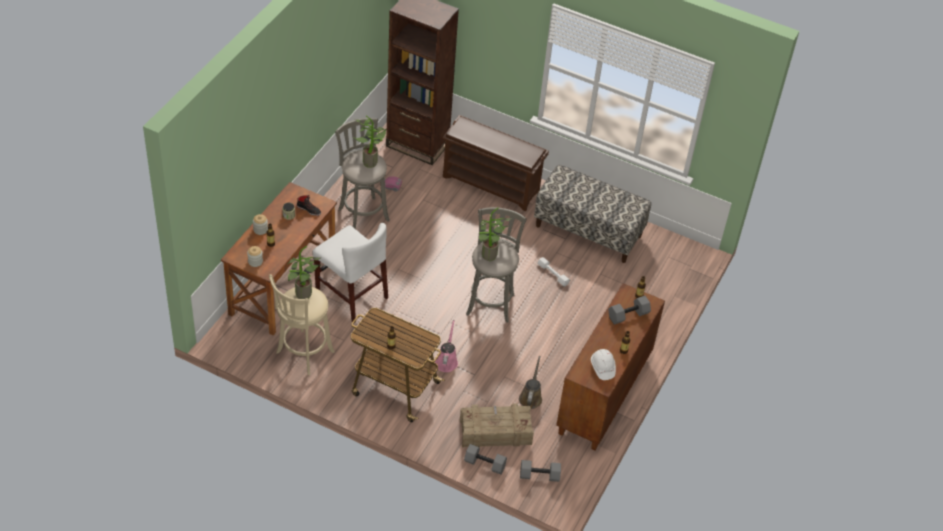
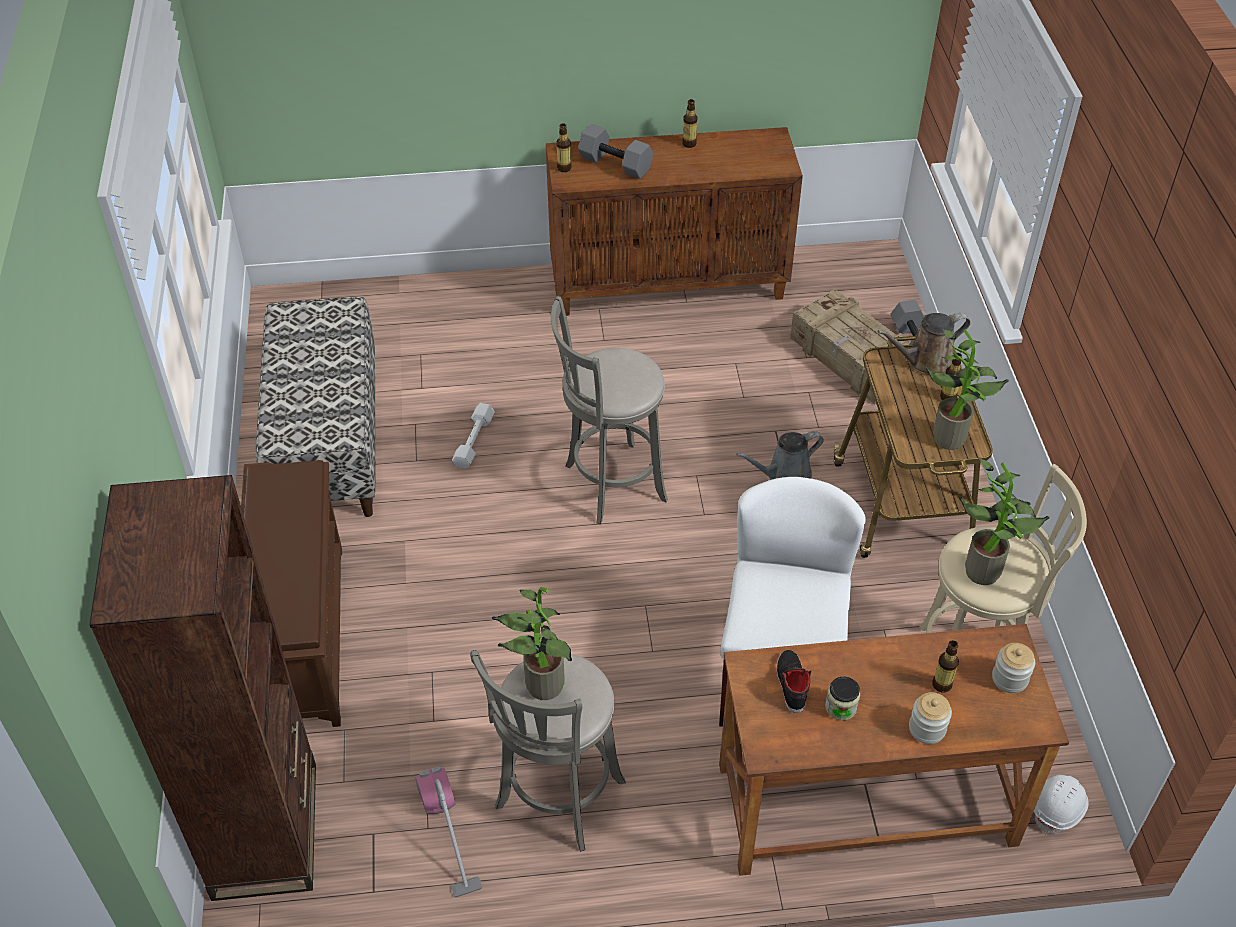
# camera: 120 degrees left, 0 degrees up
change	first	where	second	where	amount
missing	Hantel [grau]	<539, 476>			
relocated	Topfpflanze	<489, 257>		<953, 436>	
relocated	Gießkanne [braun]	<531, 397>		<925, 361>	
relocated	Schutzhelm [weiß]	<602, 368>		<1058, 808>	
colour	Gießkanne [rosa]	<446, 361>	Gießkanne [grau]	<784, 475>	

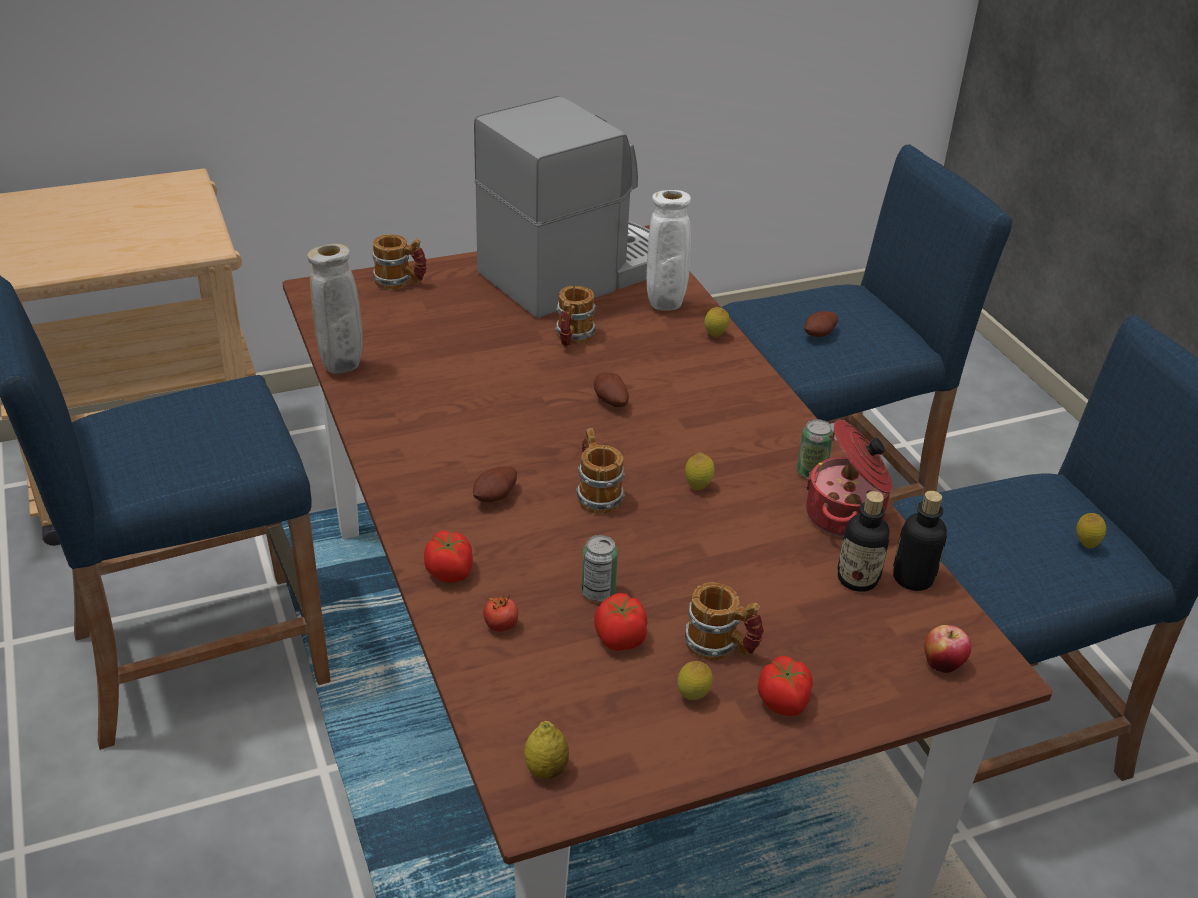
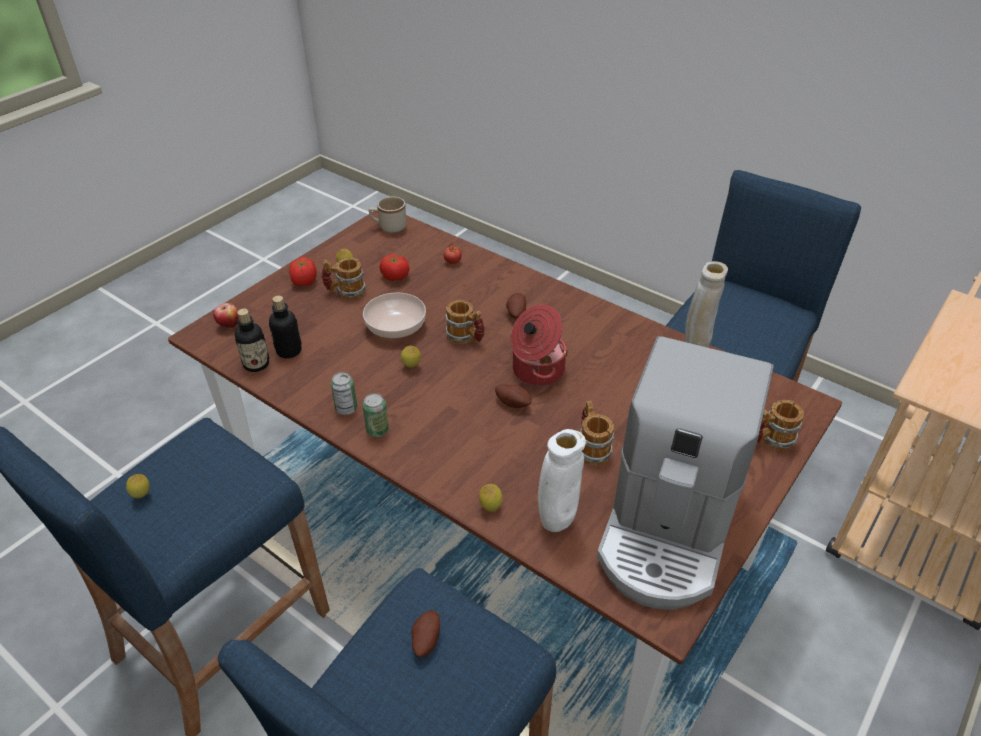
# camera: 150 degrees right, 5 degrees up
change	first	where	second	where	amount
missing	Tomate	<450, 572>			
appeared			Schüssel	<396, 327>	
relocated	Dose	<598, 592>		<377, 430>	
relocated	Kochtopf	<846, 516>		<536, 370>	
exchanged	Zitrone	<546, 769>	Henkelbecher [beige]	<389, 227>	

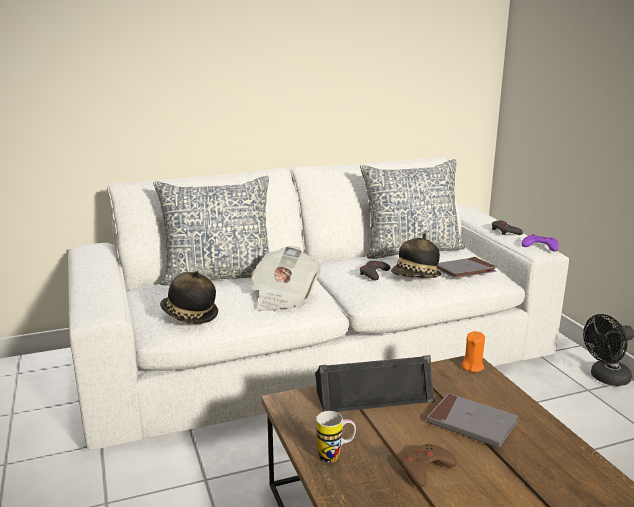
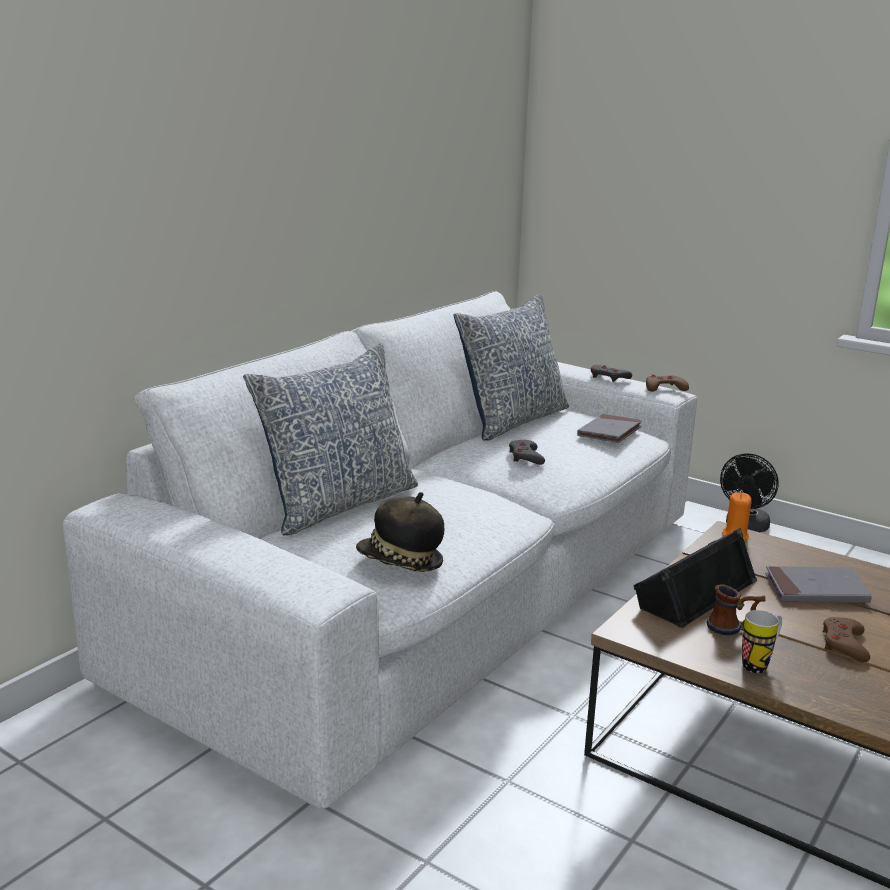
# camera: 35 degrees left, 0 degrees up
change	first	where	second	where	amount
missing	Zeitung	<283, 297>			
missing	Hut	<415, 278>			
appeared			Henkelbecher	<733, 629>	
colour	Gamepad [lila]	<540, 246>	Gamepad [braun]	<664, 388>	

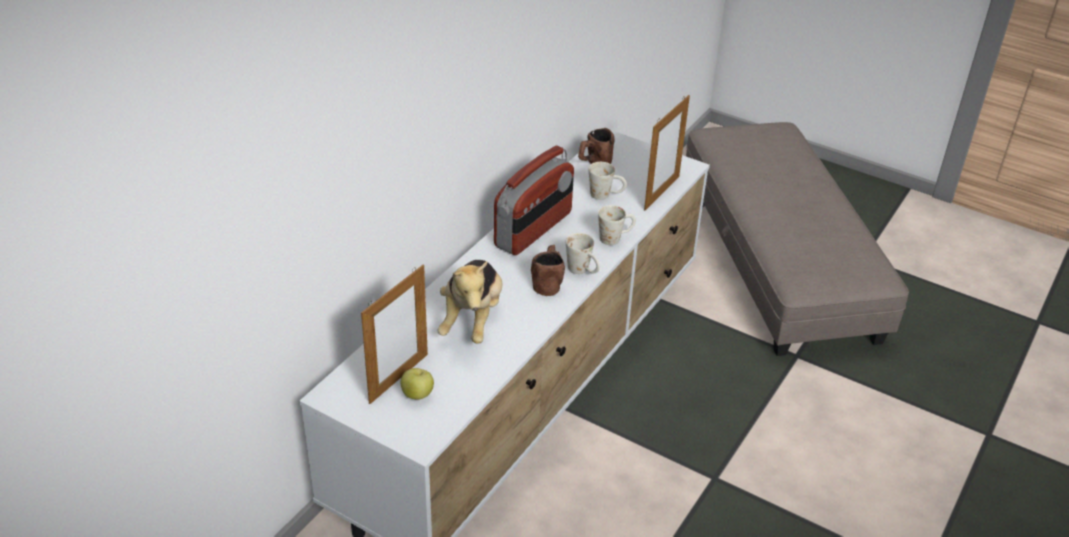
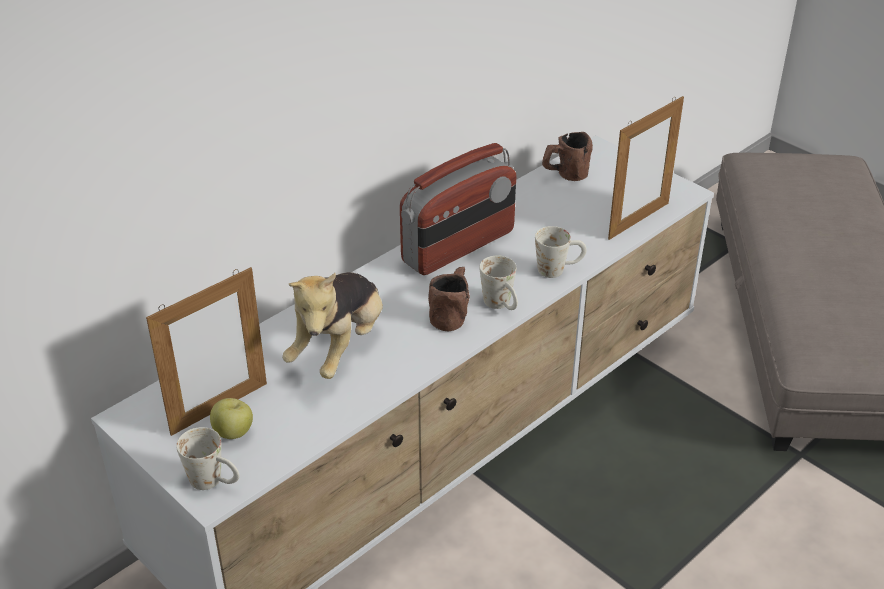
# camera: 15 degrees right, 0 degrees up
change	first	where	second	where	amount
relocated	Henkelbecher [weiß]	<606, 195>		<214, 482>	

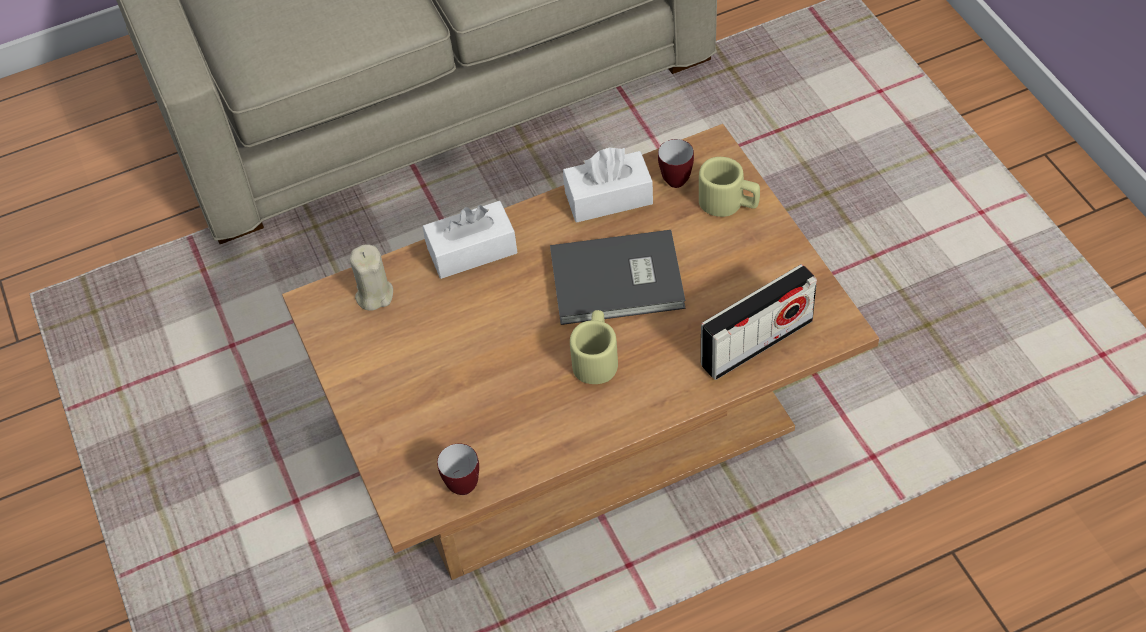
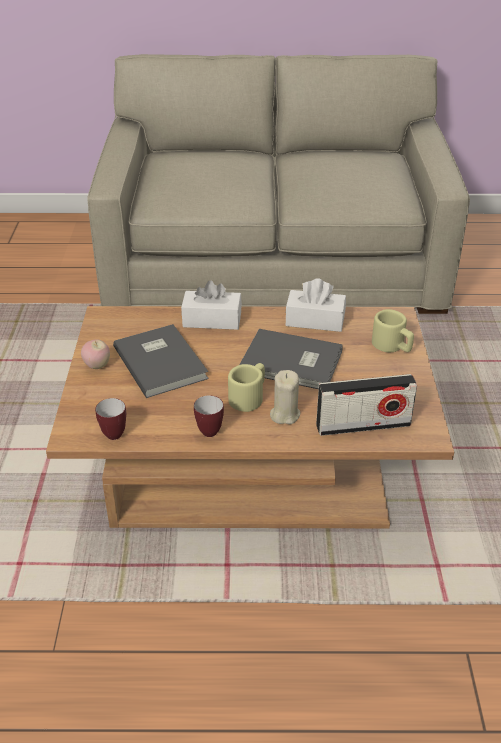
# camera: 20 degrees right, 15 degrees down
change	first	where	second	where	amount
appeared			Apfel	<97, 366>	
appeared			Buch [grau]	<162, 361>	
relocated	Kerze [beige]	<374, 294>		<284, 414>	
relocated	Henkelbecher	<672, 178>		<208, 429>	

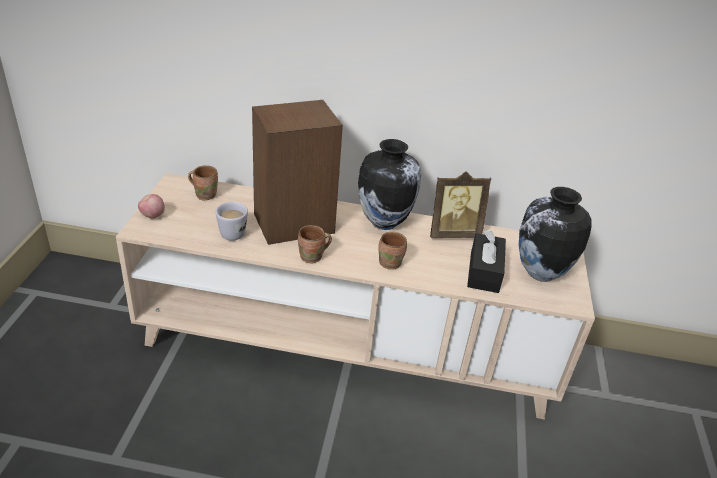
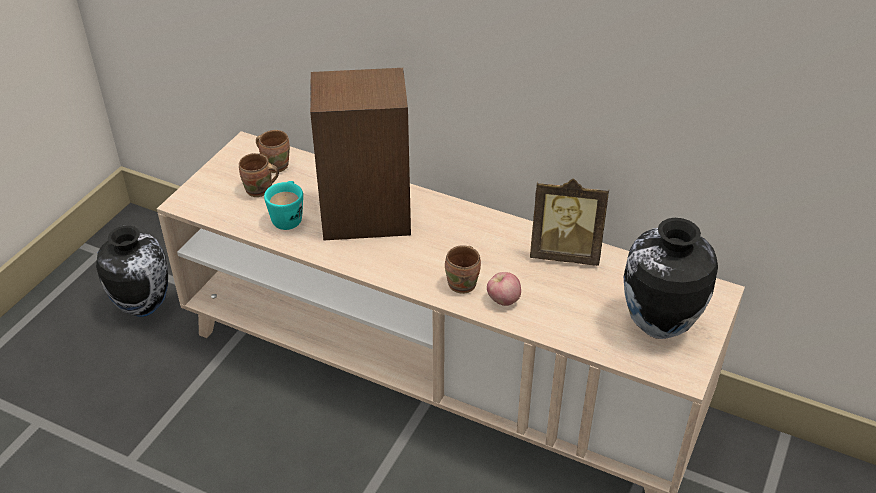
# camera: 20 degrees right, 5 degrees up
change	first	where	second	where	amount
missing	Taschentuchbox [schwarz]	<484, 272>			
relocated	Apfel	<152, 216>		<503, 300>	
relocated	Henkelbecher [braun]	<312, 258>		<260, 191>	
relocated	Vase	<384, 222>		<144, 306>	
colour	Henkelbecher [weiß]	<232, 231>	Henkelbecher [türkis]	<288, 217>	

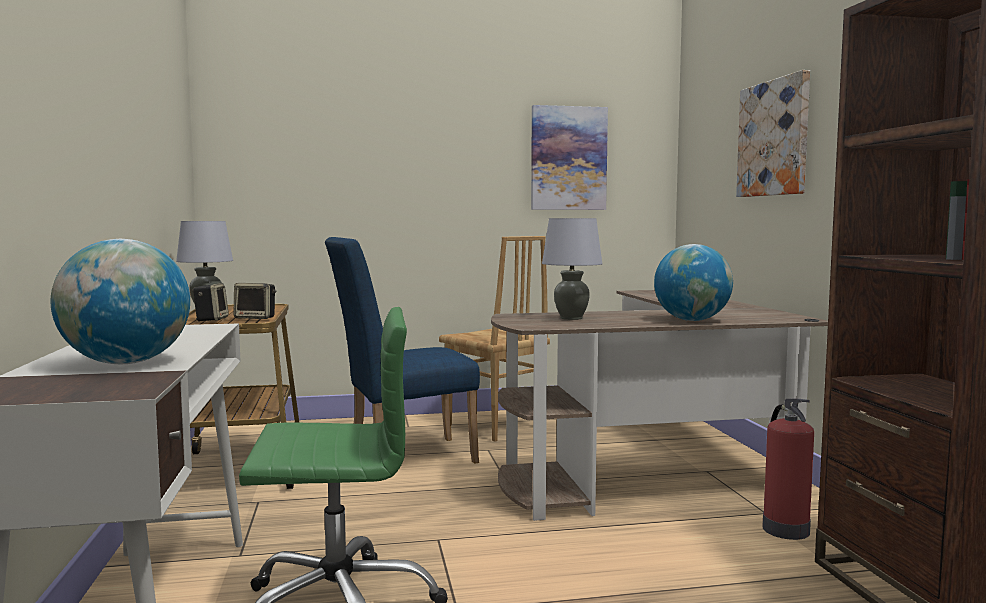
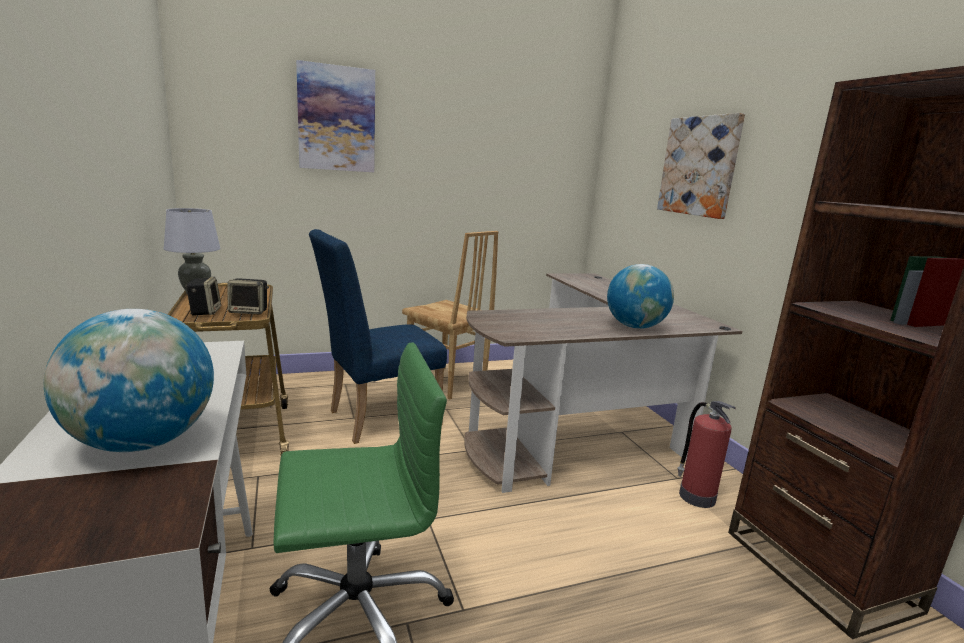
# camera: 10 degrees left, 10 degrees up
change	first	where	second	where	amount
missing	Tischlampe [grau]	<571, 318>			
relocated	Bild	<568, 158>		<336, 119>	

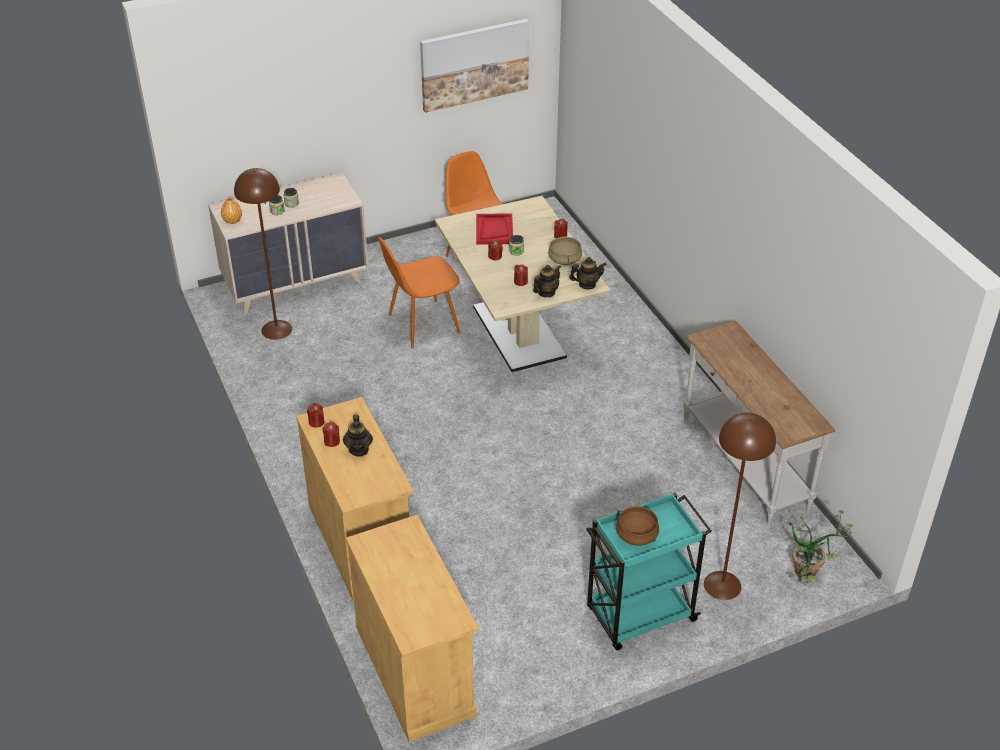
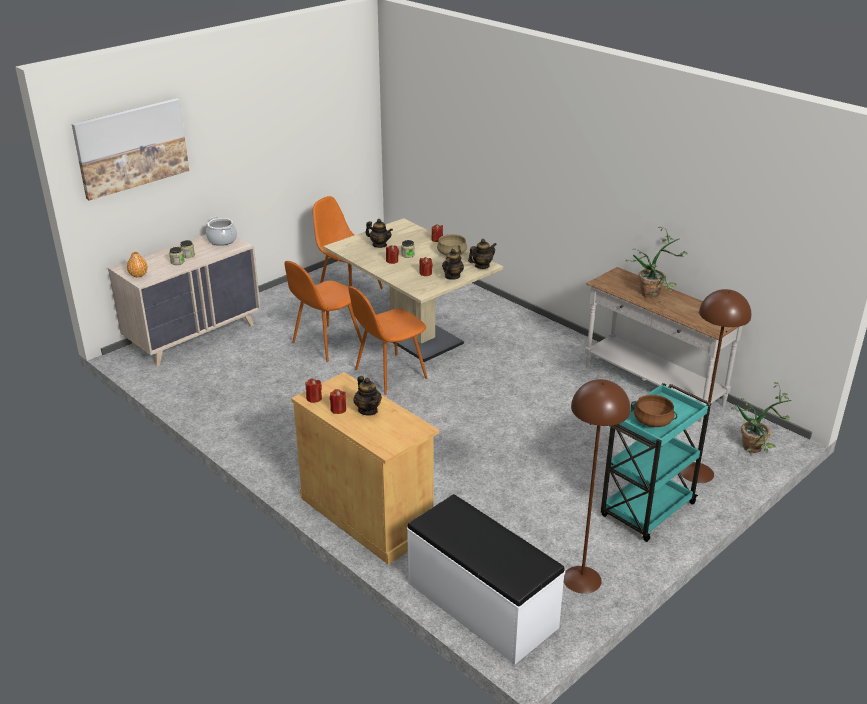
# camera: 20 degrees left, 10 degrees down
change	first	where	second	where	amount
appeared			Kochtopf	<222, 240>	
appeared			Stuhl [orange]	<389, 375>	
appeared			Topfpflanze	<655, 294>	
relocated	Stehlampe [braun]	<277, 329>		<582, 579>	
relocated	Bild	<474, 64>		<131, 147>	
exchanged	Schrank [beige]	<415, 670>	Bank [weiß]	<481, 605>	
exchanged	Tablett [rot]	<494, 230>	Teekanne	<379, 245>	

